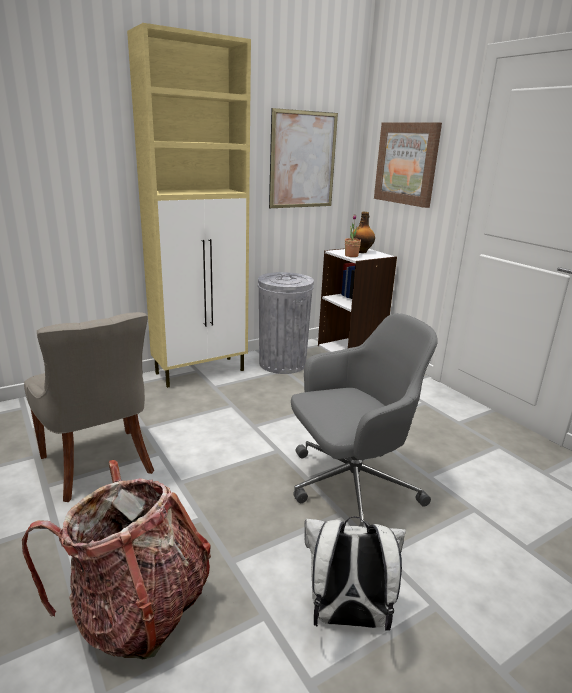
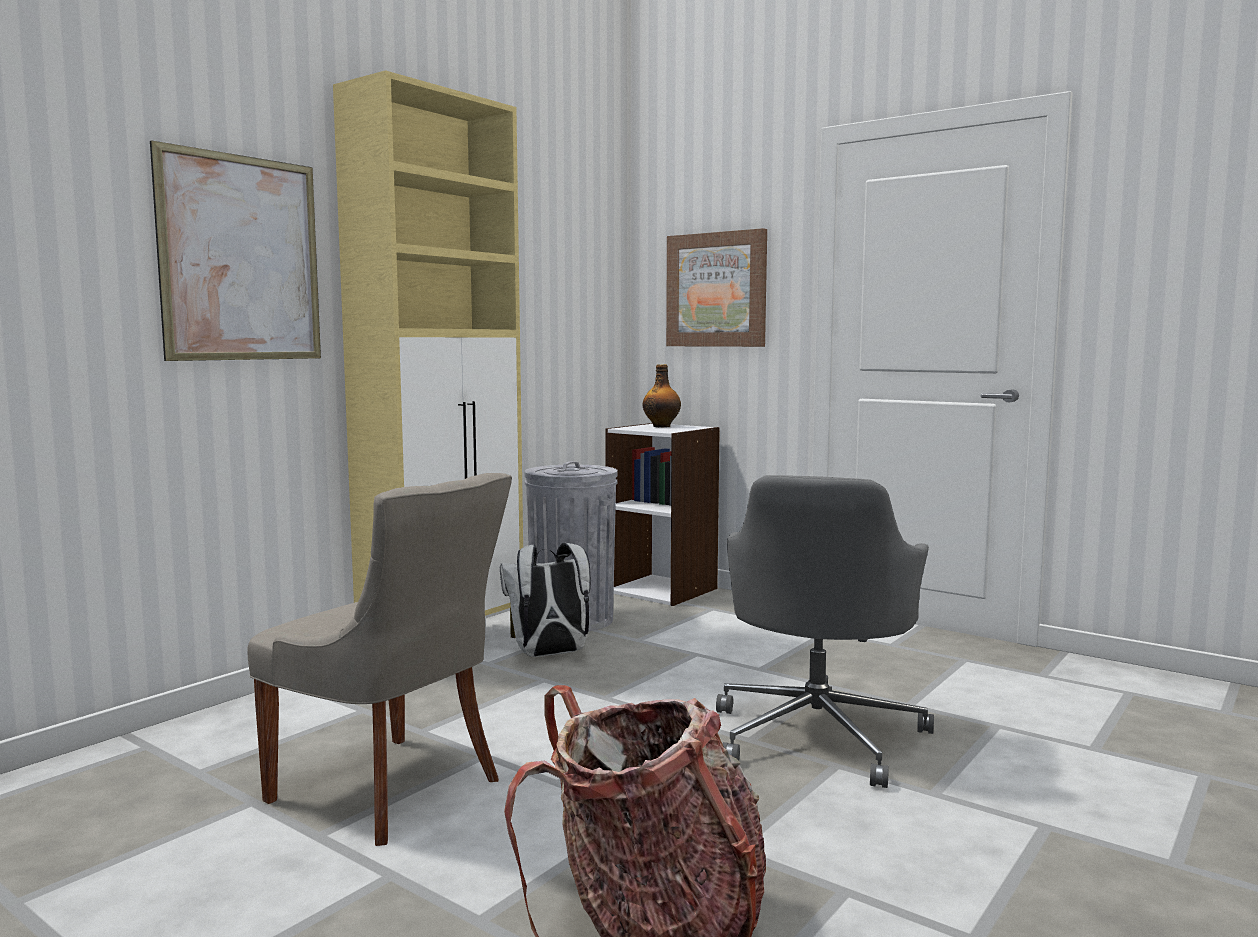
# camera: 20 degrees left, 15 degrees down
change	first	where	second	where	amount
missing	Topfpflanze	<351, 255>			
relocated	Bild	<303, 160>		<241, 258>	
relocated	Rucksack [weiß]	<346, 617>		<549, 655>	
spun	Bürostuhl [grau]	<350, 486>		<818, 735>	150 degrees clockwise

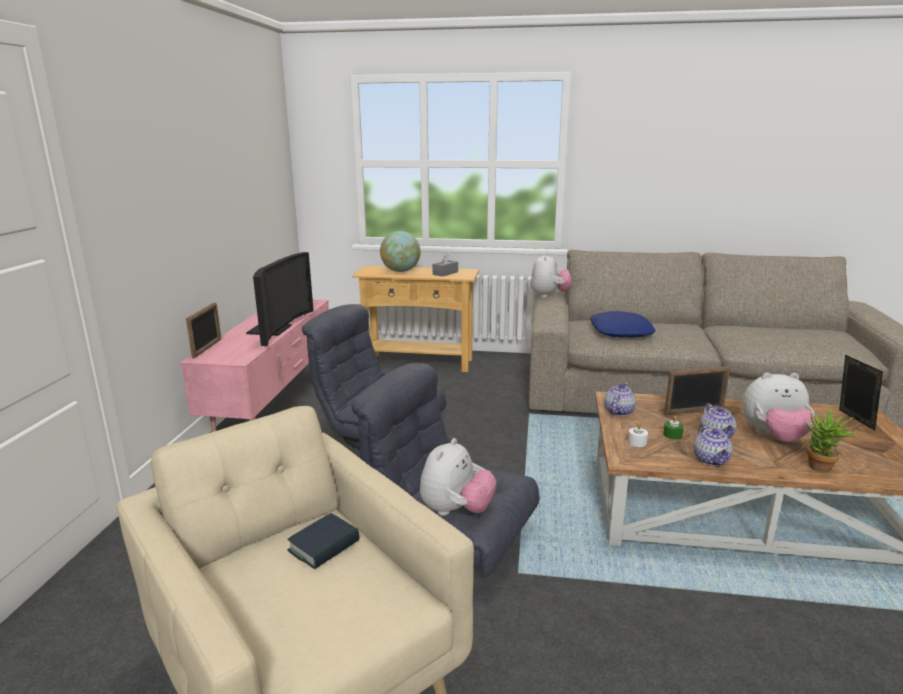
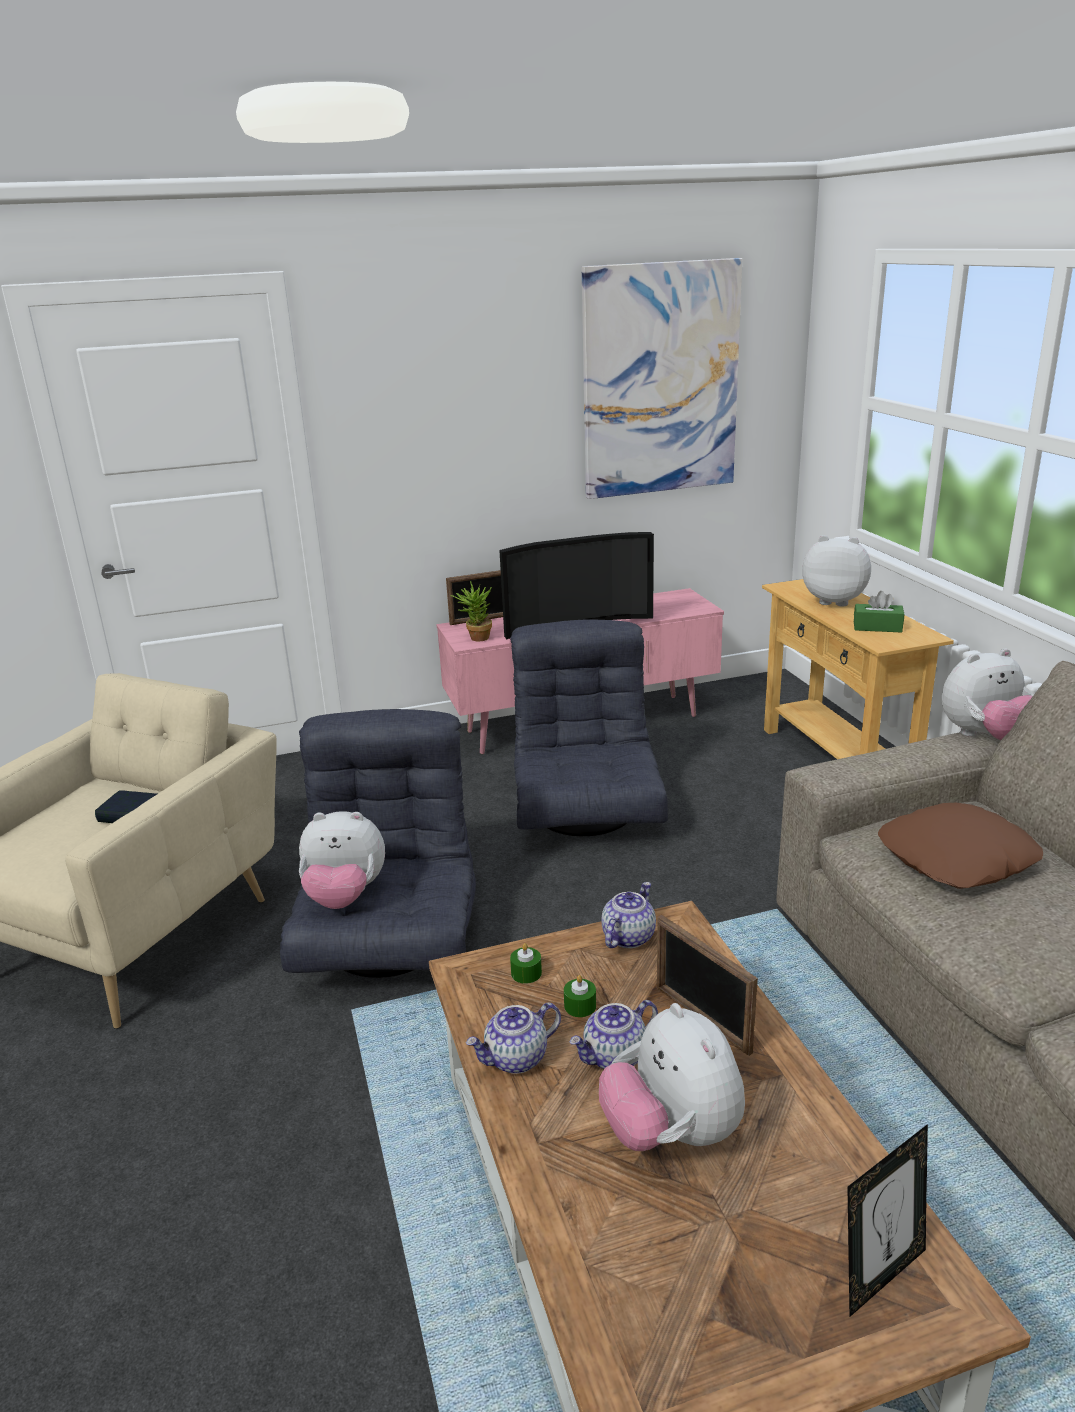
# camera: 65 degrees right, 5 degrees up
change	first	where	second	where	amount
appeared			Bild	<660, 380>	
relocated	Topfpflanze	<819, 469>		<475, 638>	
exchanged	Globus	<400, 271>	Plüschtier	<834, 601>	
colour	Taschentuchbox [grau]	<445, 273>	Taschentuchbox [grün]	<877, 627>	
colour	Kissen [blau]	<621, 332>	Kissen [braun]	<957, 859>	
colour	Kerze [weiß]	<637, 442>	Kerze [grün]	<526, 973>	
spun	Teekanne	<618, 411>		<628, 936>	60 degrees counterclockwise

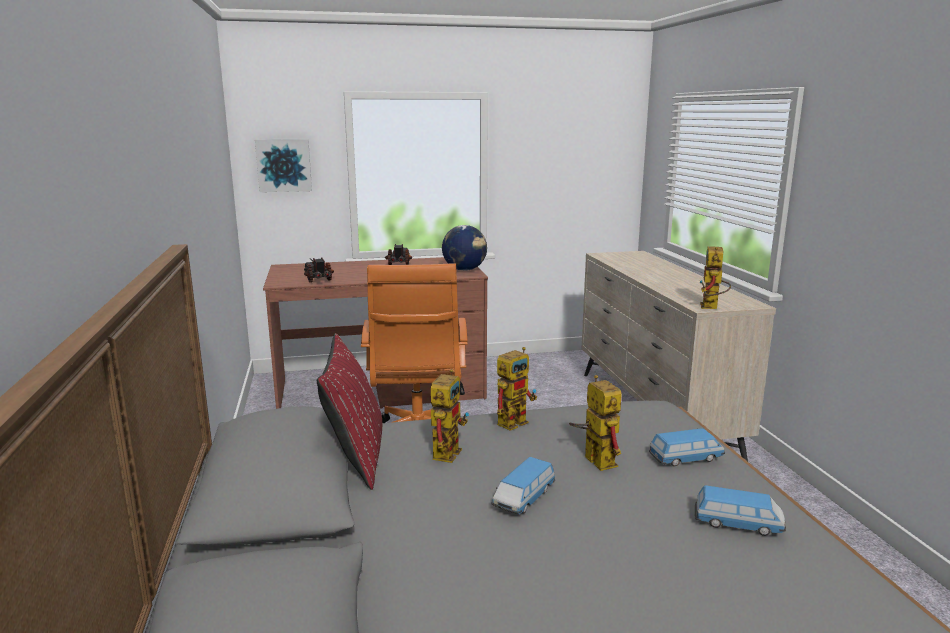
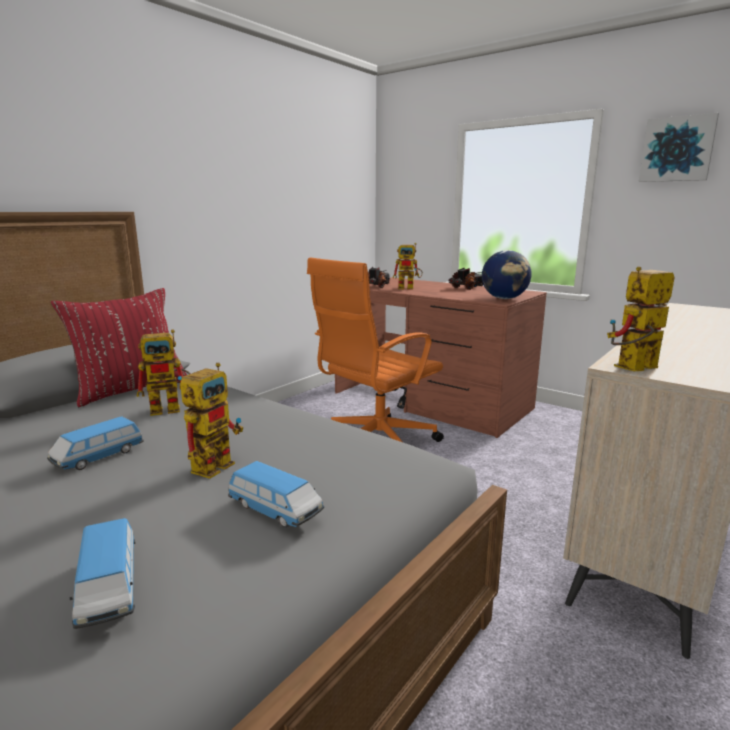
# camera: 50 degrees right, 0 degrees up
change	first	where	second	where	amount
relocated	Bild	<284, 165>		<677, 149>	
relocated	Spielzeugroboter	<515, 420>		<409, 288>	
spun	Spielzeugauto	<524, 499>		<98, 457>	45 degrees counterclockwise

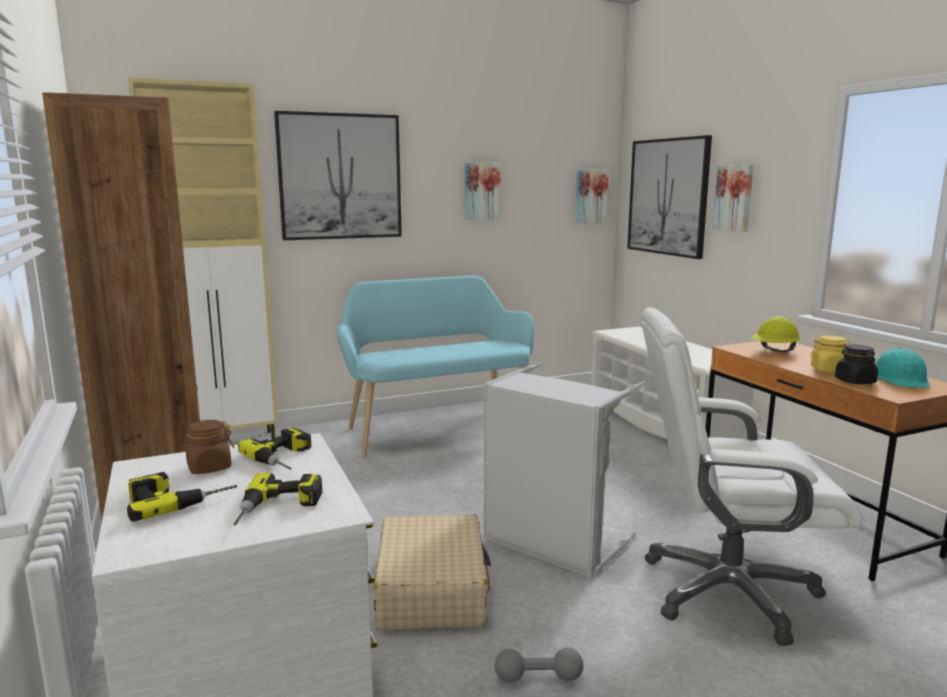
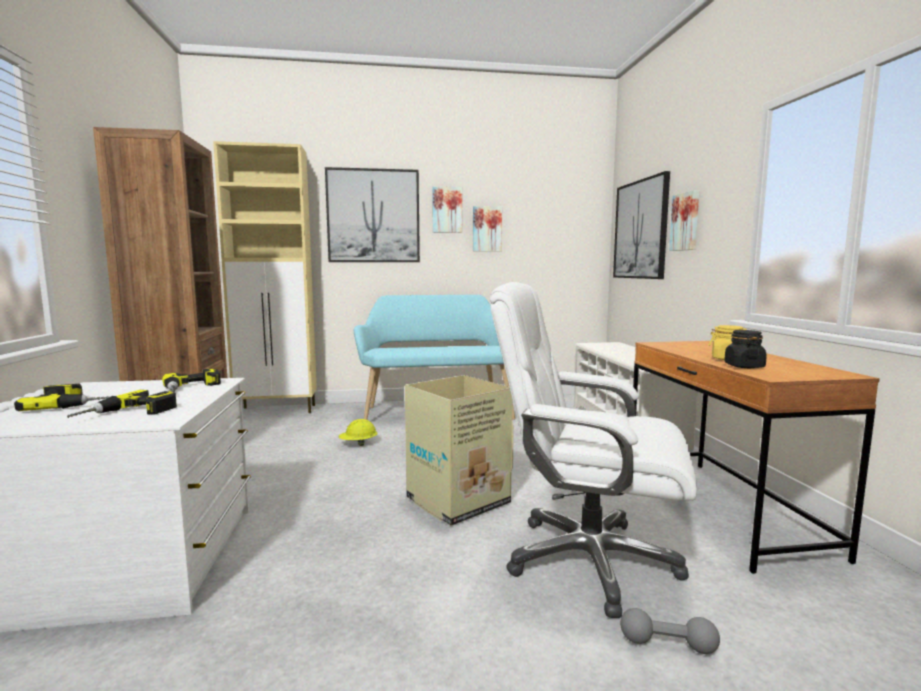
# camera: 15 degrees right, 5 degrees down
change	first	where	second	where	amount
missing	Vorratsglas [braun]	<209, 467>			
missing	Koffer [beige]	<432, 589>			
missing	Schutzhelm [türkis]	<900, 379>			
relocated	Hantel [grau]	<538, 678>		<667, 644>	
relocated	Bild	<590, 196>		<447, 210>	
relocated	Schutzhelm [gelb]	<774, 351>		<358, 444>	
exchanged	Wäschekorb [grau]	<551, 544>	Karton	<456, 501>	

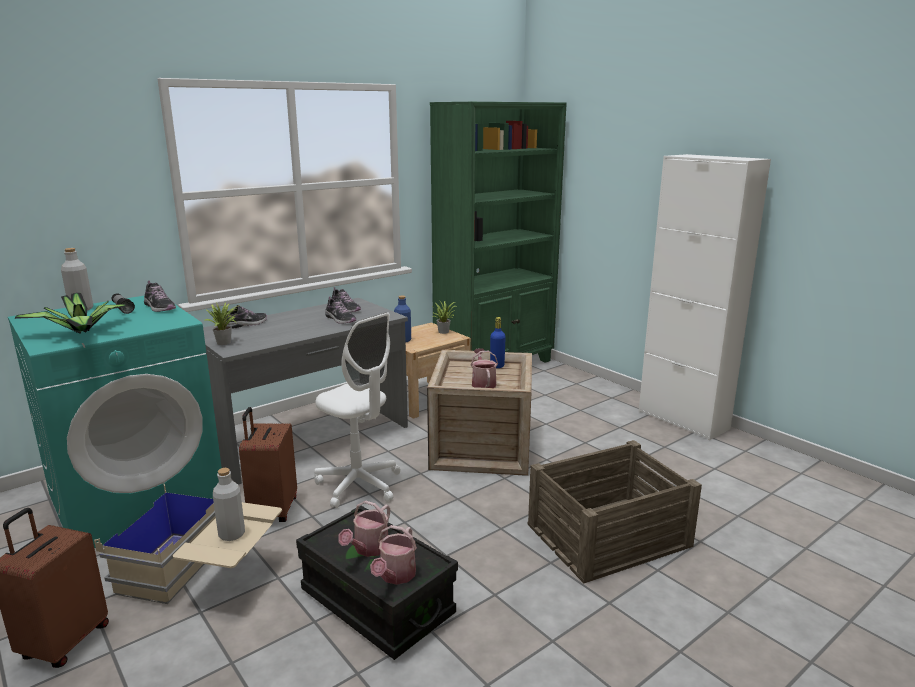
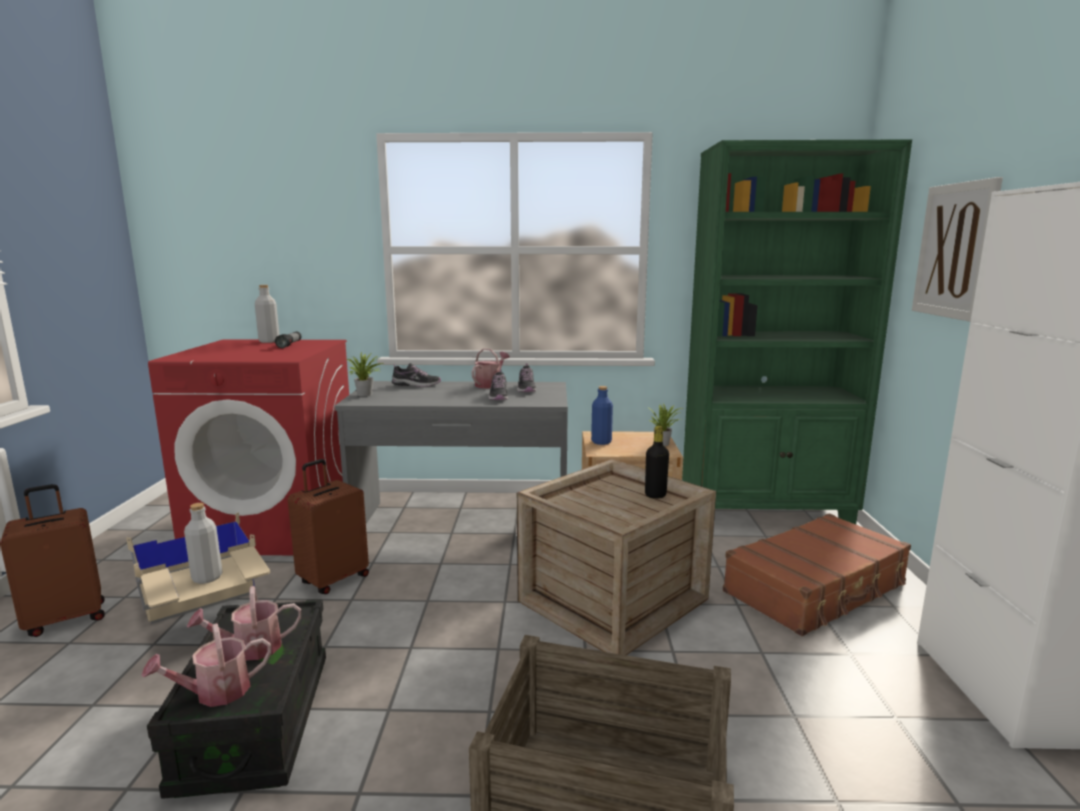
# camera: 40 degrees right, 5 degrees down
change	first	where	second	where	amount
missing	Topfpflanze	<82, 332>			
missing	Schuh	<159, 307>			
missing	Bürostuhl [weiß]	<359, 485>			
appeared			Koffer [braun]	<816, 589>	
appeared			Bild	<954, 250>	
relocated	Gießkanne	<483, 383>		<490, 384>	
colour	Waschmaschine [türkis]	<137, 497>	Waschmaschine [rot]	<277, 526>	
colour	Flasche [blau]	<497, 366>	Flasche [schwarz]	<655, 495>	

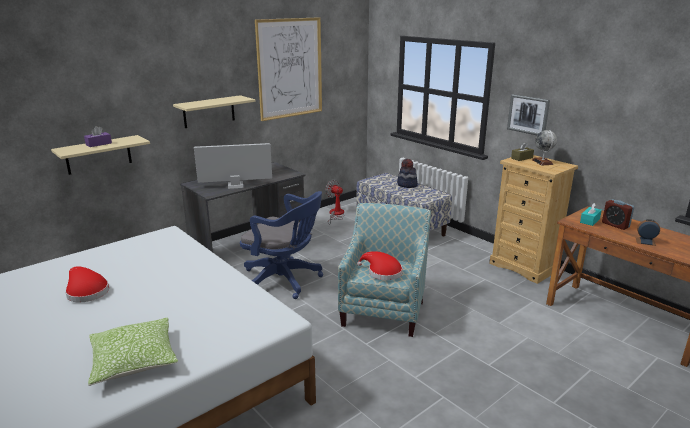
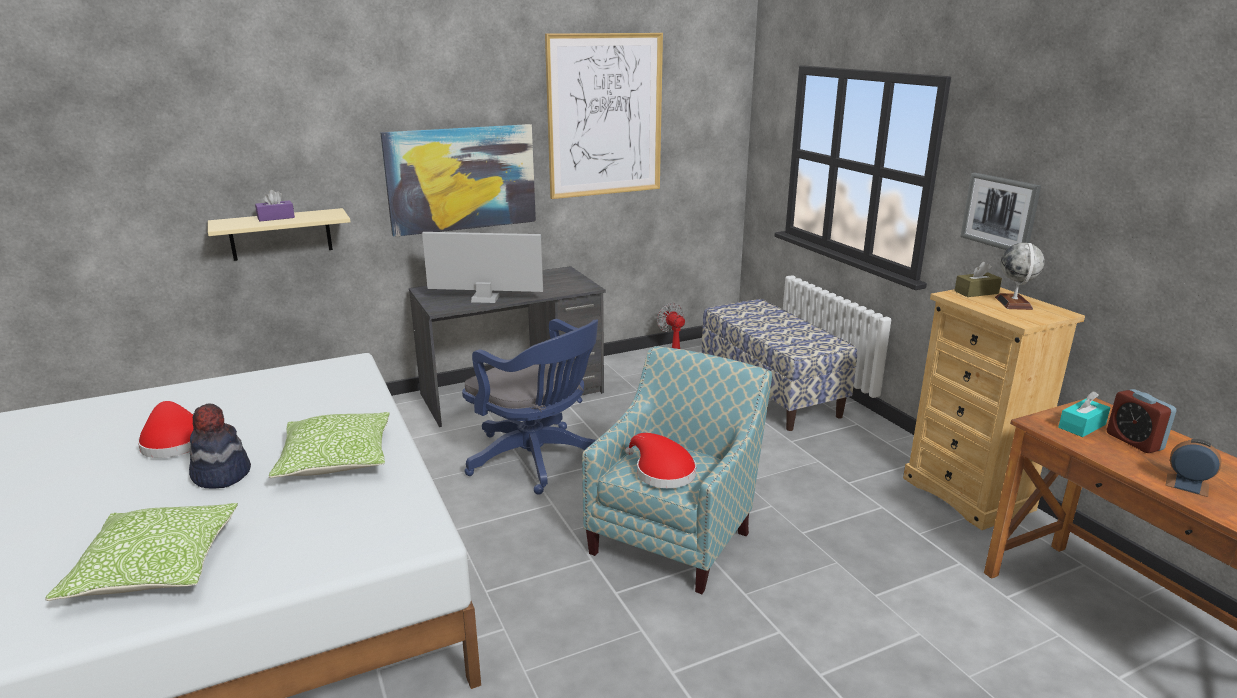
# camera: 15 degrees right, 0 degrees up
change	first	where	second	where	amount
appeared			Kissen	<336, 459>	
relocated	Hut	<407, 185>		<221, 475>	
exchanged	Wandregal [beige]	<209, 111>	Bild	<461, 179>	

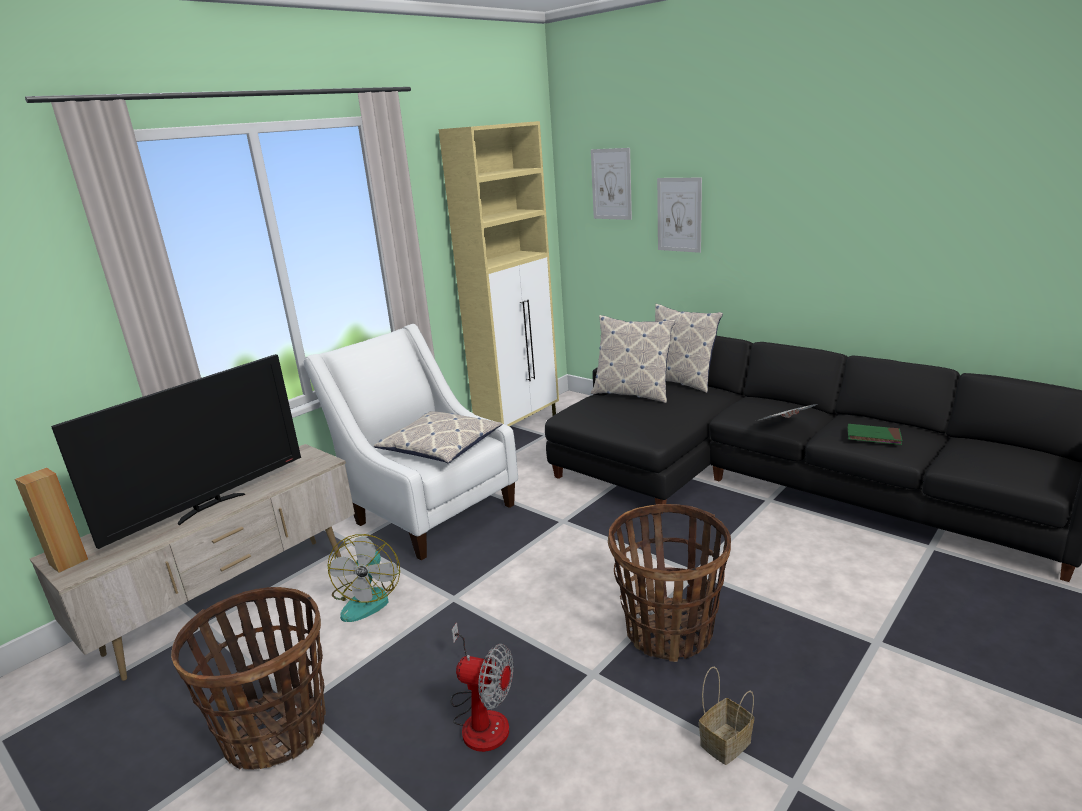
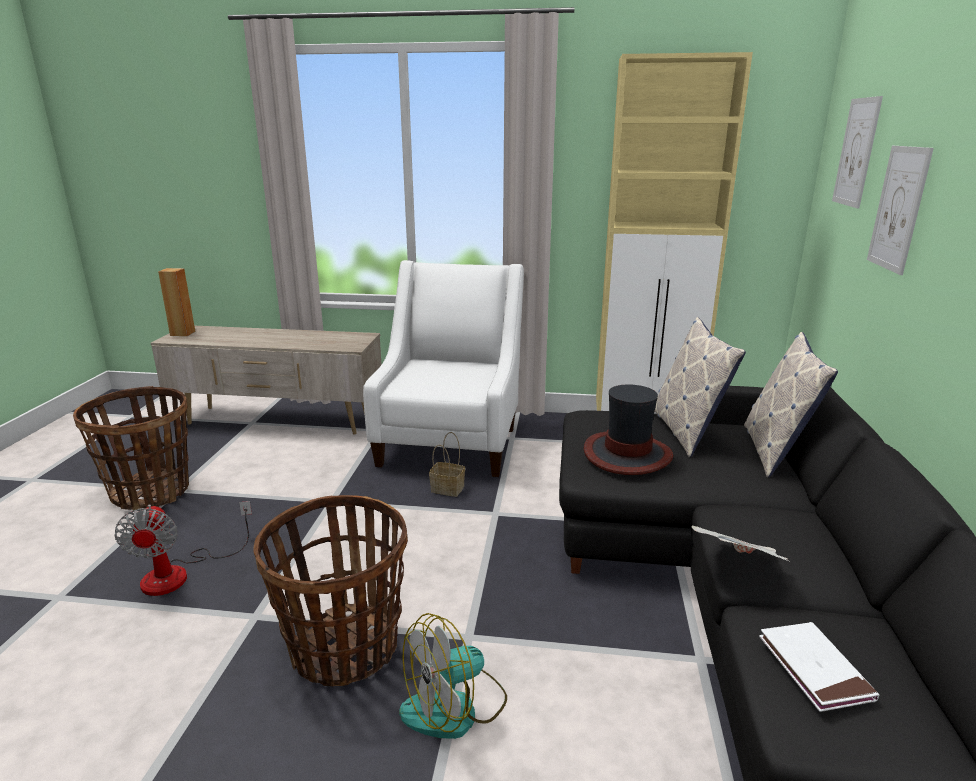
# camera: 55 degrees right, 0 degrees up
change	first	where	second	where	amount
missing	Fernseher	<210, 507>			
missing	Kissen	<440, 446>			
appeared			Hut	<627, 454>	
relocated	Ventilator	<368, 598>		<455, 707>	
relocated	Korb	<725, 745>		<446, 489>	
colour	Buch [grün]	<873, 437>	Buch [weiß]	<814, 669>	

